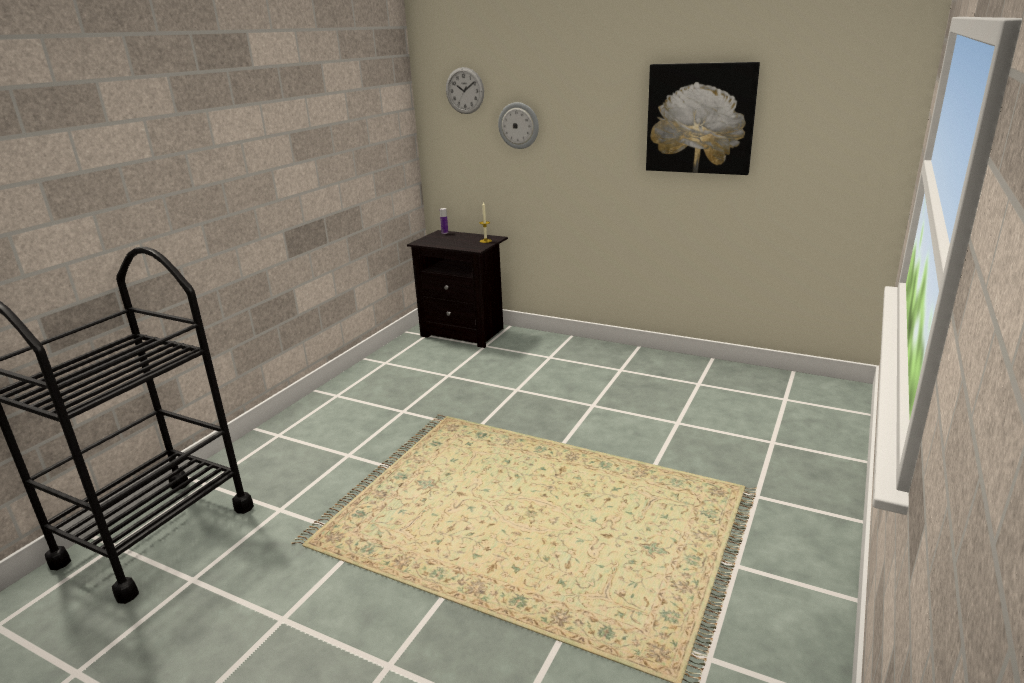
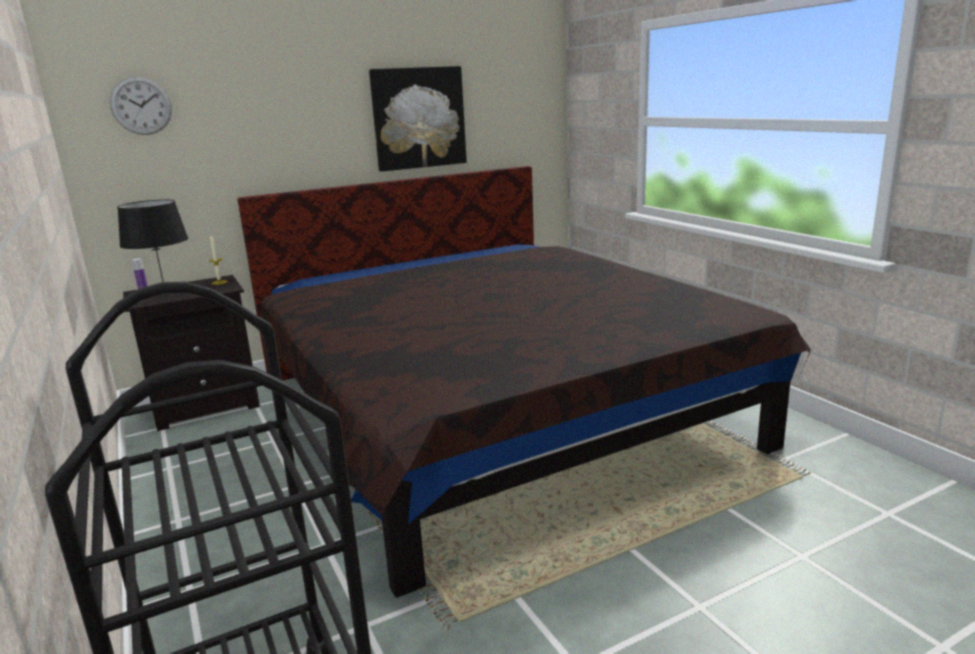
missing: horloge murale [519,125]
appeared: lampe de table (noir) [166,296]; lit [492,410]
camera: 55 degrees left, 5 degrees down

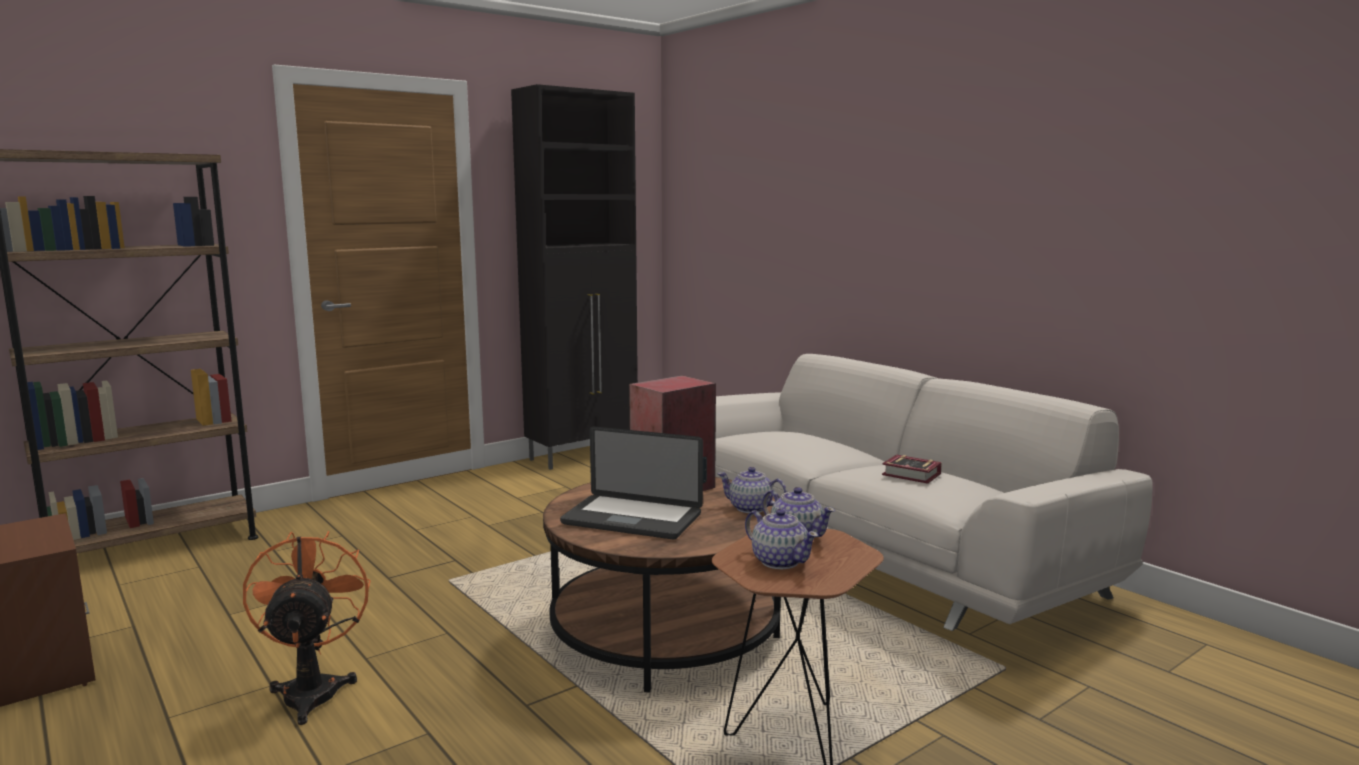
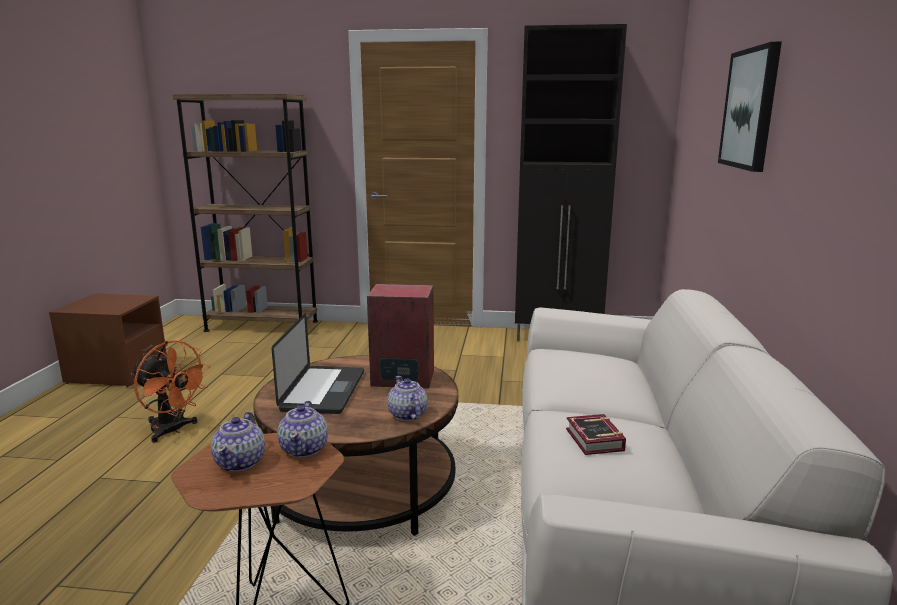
appeared: tableau [750,109]
spun: ventilateur (orange) [313,689] = [173,430] 90 degrees clockwise; ordinateur portable [632,519] = [323,391] 150 degrees counterclockwise
camera: 45 degrees right, 5 degrees up

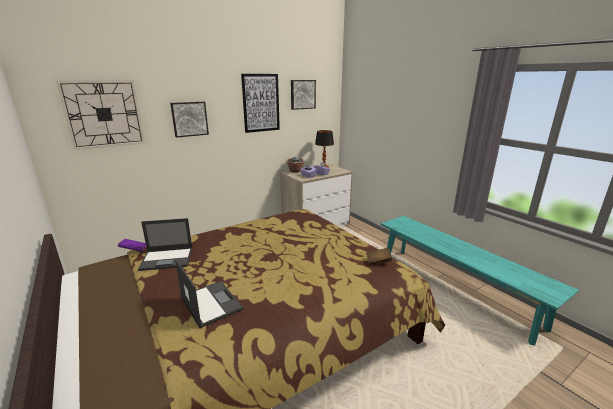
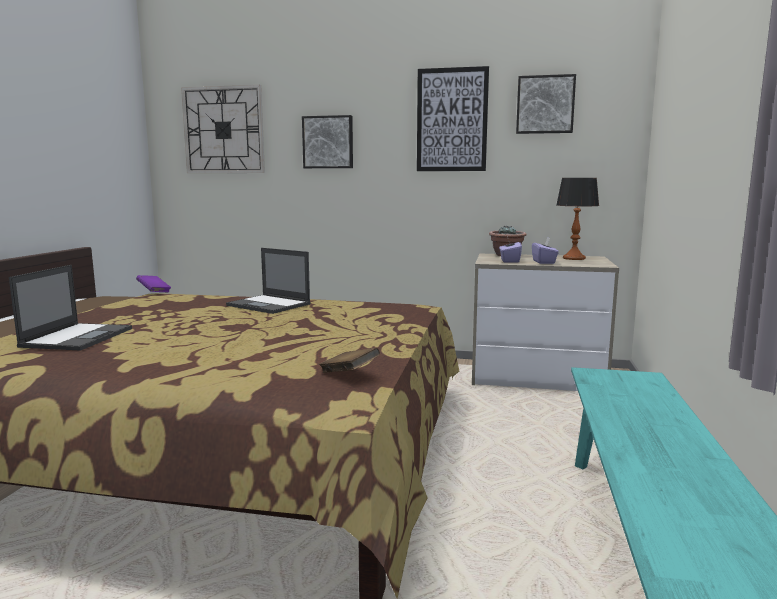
relocated: ordinateur portable [167,259] to [269,305]
camera: 45 degrees right, 10 degrees down

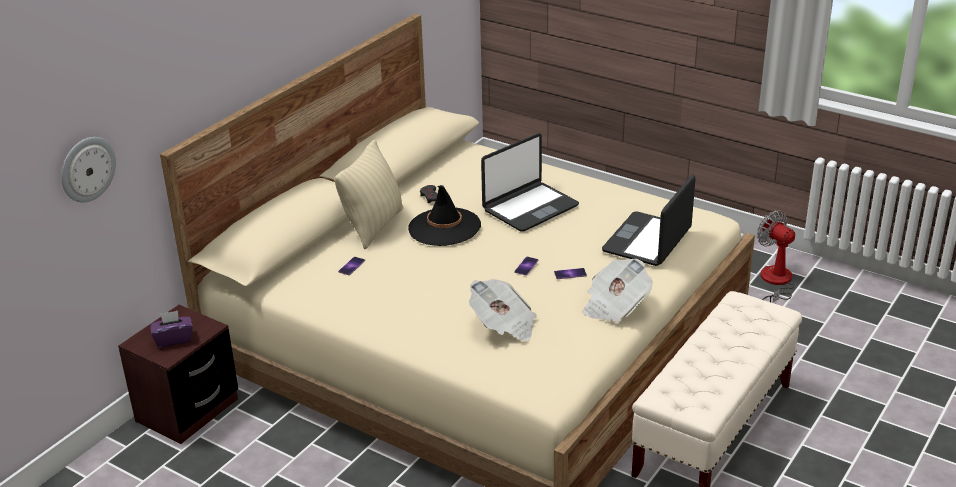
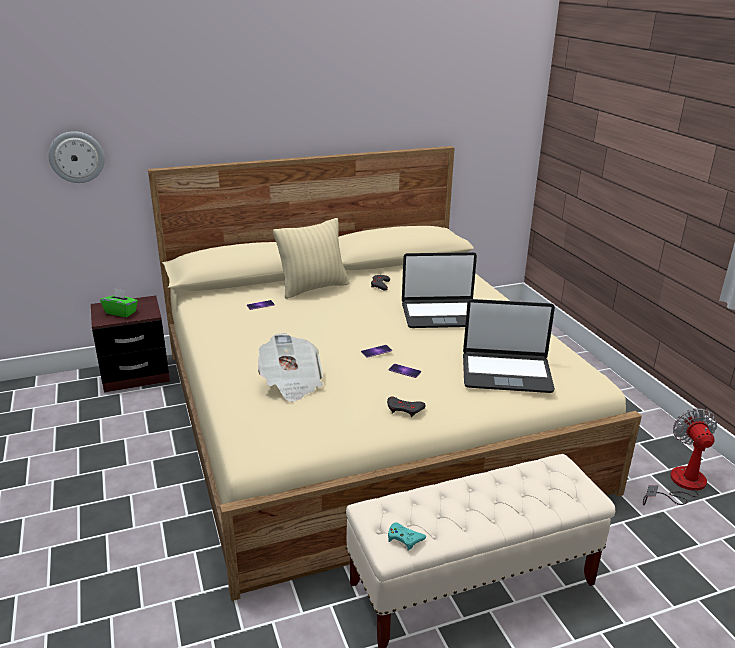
missing: chapeau (noir) [444,227]
appeared: manette (turquoise) [404,538]
exchanged: journal [614,306] to manette (gris) [404,409]
colour: boîte à mouchoirs (violet) [174,339] to boîte à mouchoirs (vert) [121,312]
spun: ordinateur portable [648,241] = [506,373] 150 degrees counterclockwise
camera: 35 degrees right, 5 degrees down

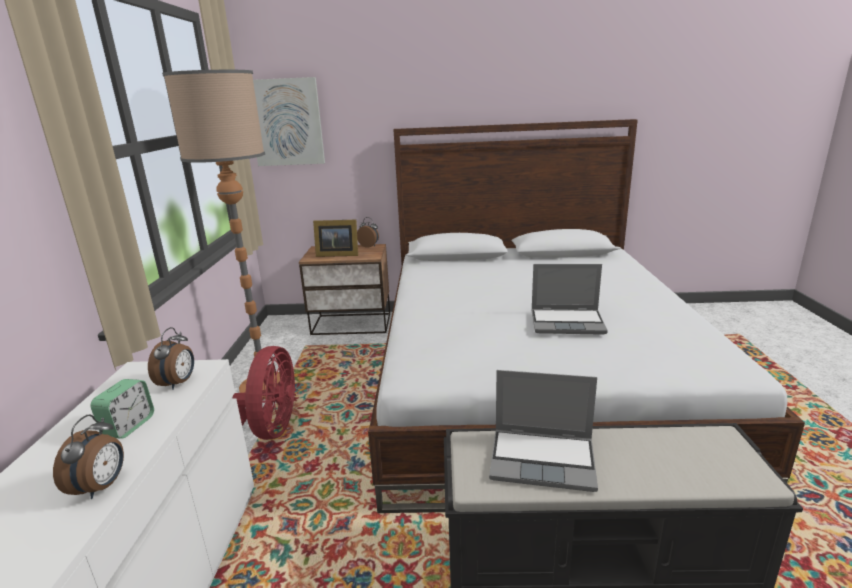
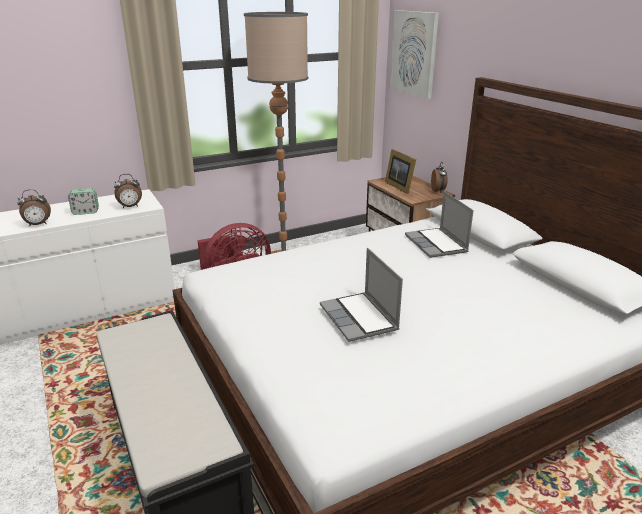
relocated: ordinateur portable [543,460] to [437,244]
camera: 60 degrees right, 5 degrees up

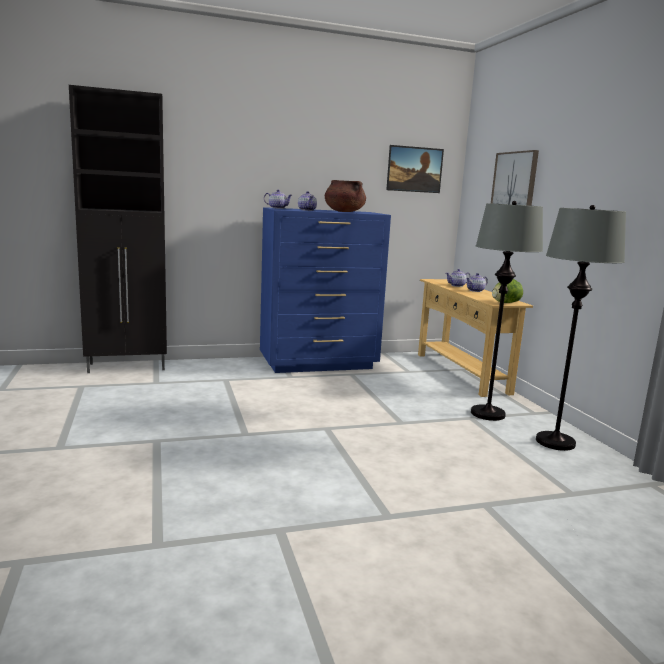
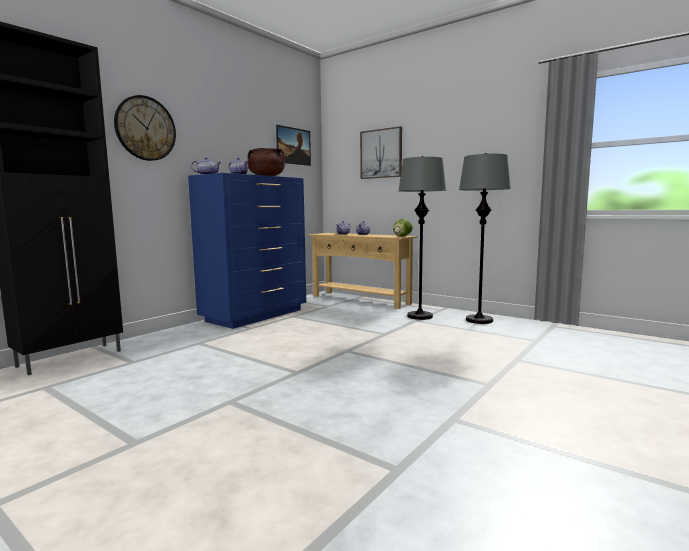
appeared: horloge murale [145,128]
camera: 35 degrees left, 5 degrees down

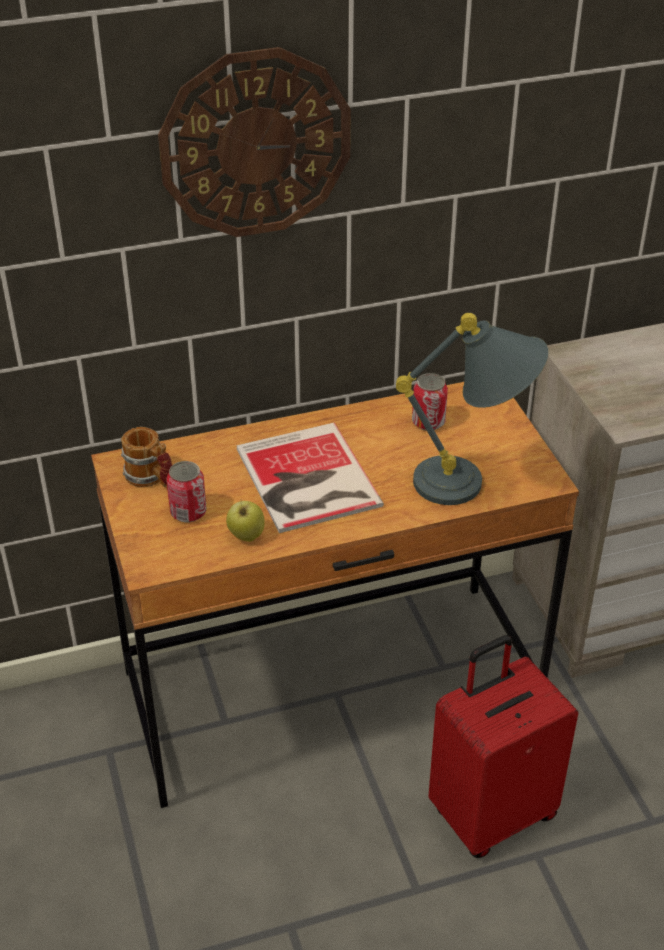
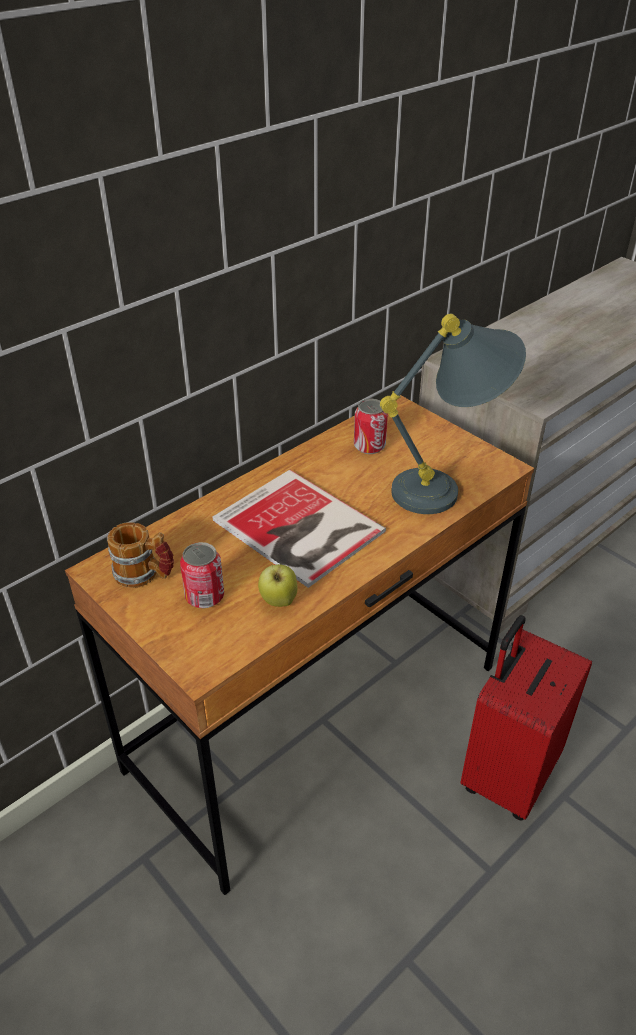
missing: horloge murale [255,144]
camera: 25 degrees left, 0 degrees up

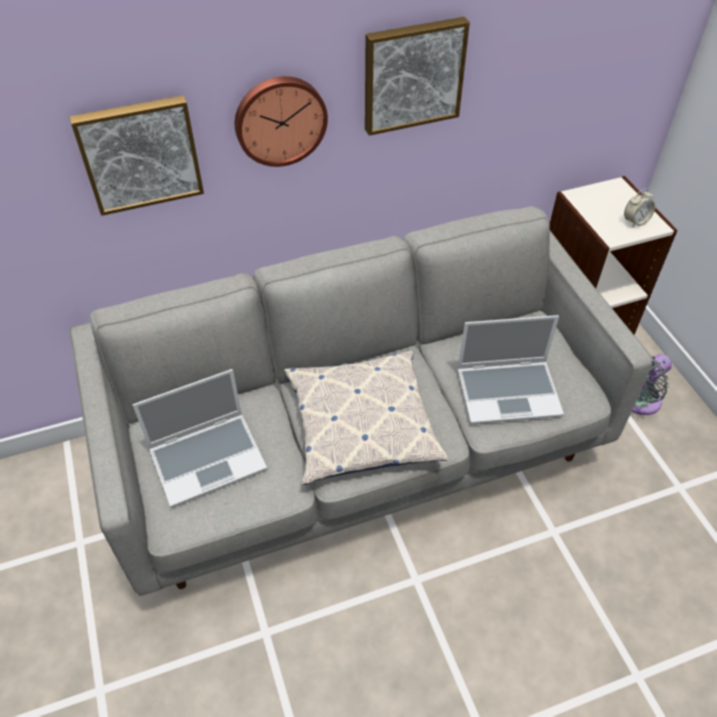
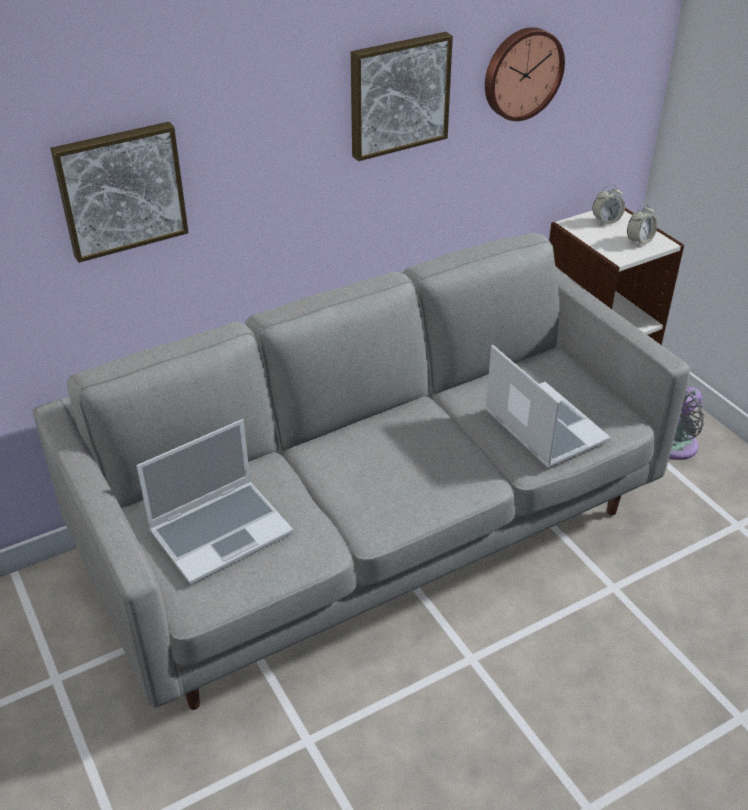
missing: coussin [361,424]
appeared: réveil [606,221]
relocated: horloge murale [280,120] to [521,73]
spun: ordinateur portable [509,392] = [542,426] 105 degrees counterclockwise
camera: 10 degrees left, 10 degrees down

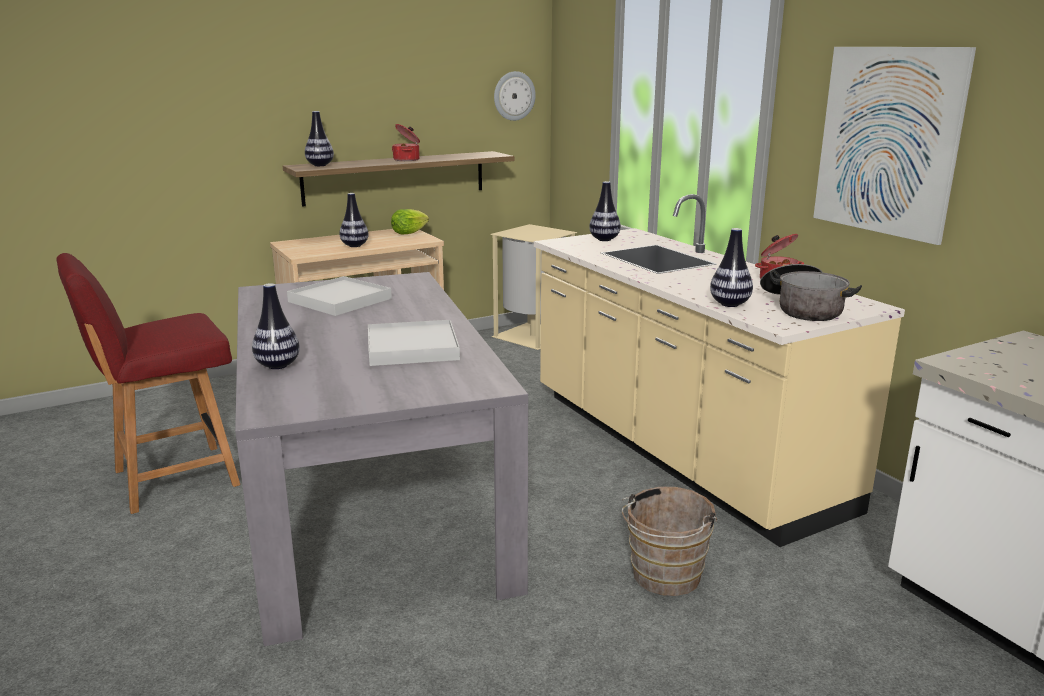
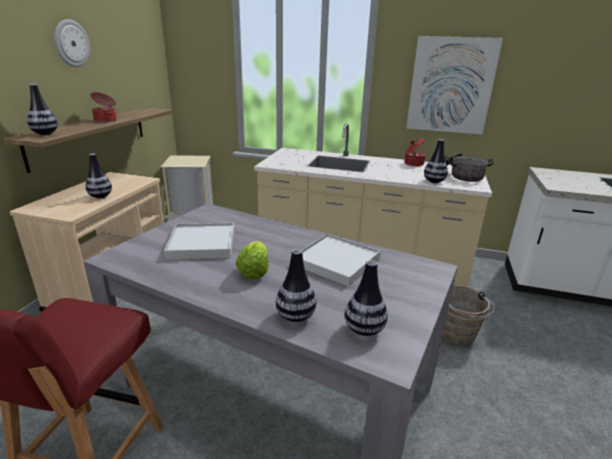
relocated: laitue [408,233] to [254,272]; horloge murale [514,96] to [71,43]; vase [604,239] to [364,329]
camera: 45 degrees left, 5 degrees up

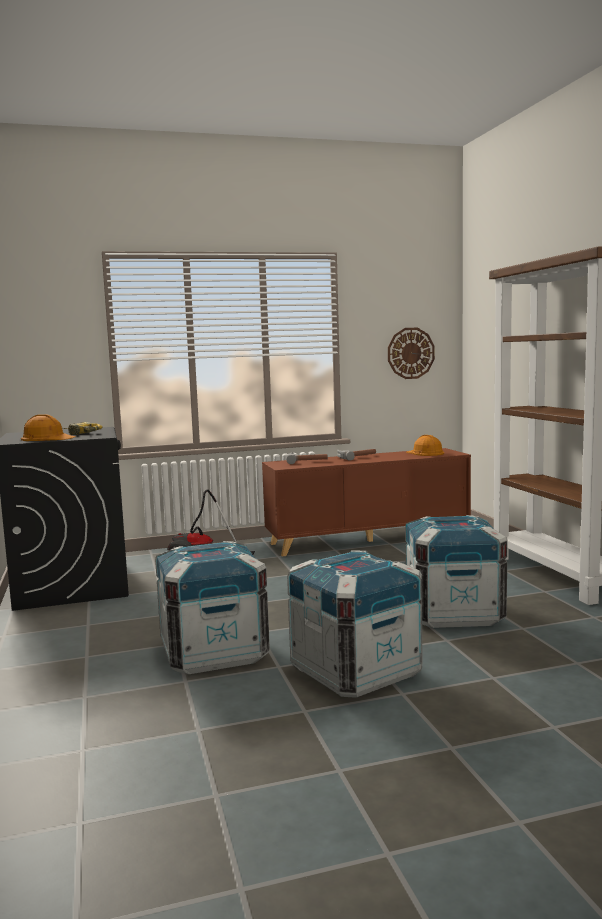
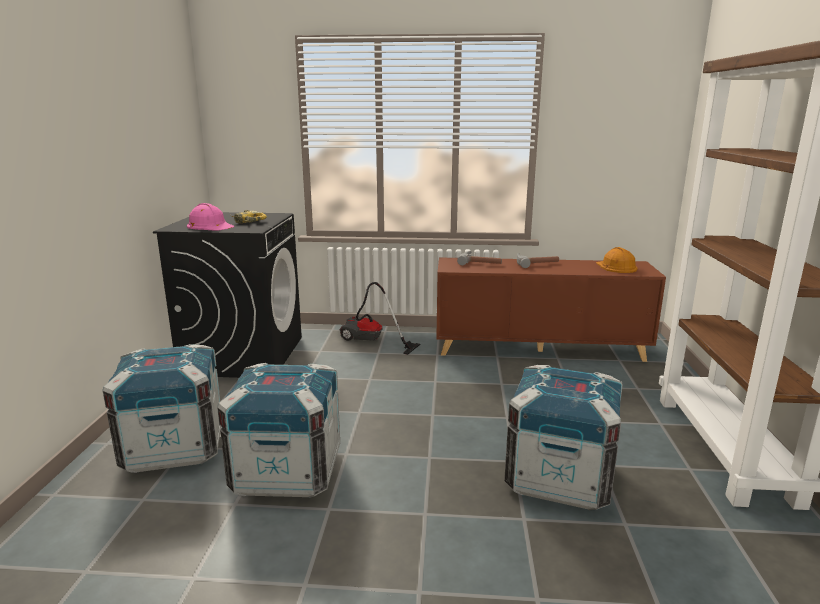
missing: horloge murale [410,353]
relocated: caisse [356,671] to [174,447]
colour: casque de chantier (orange) [47,438] to casque de chantier (rose) [210,226]
camera: 20 degrees right, 10 degrees up

